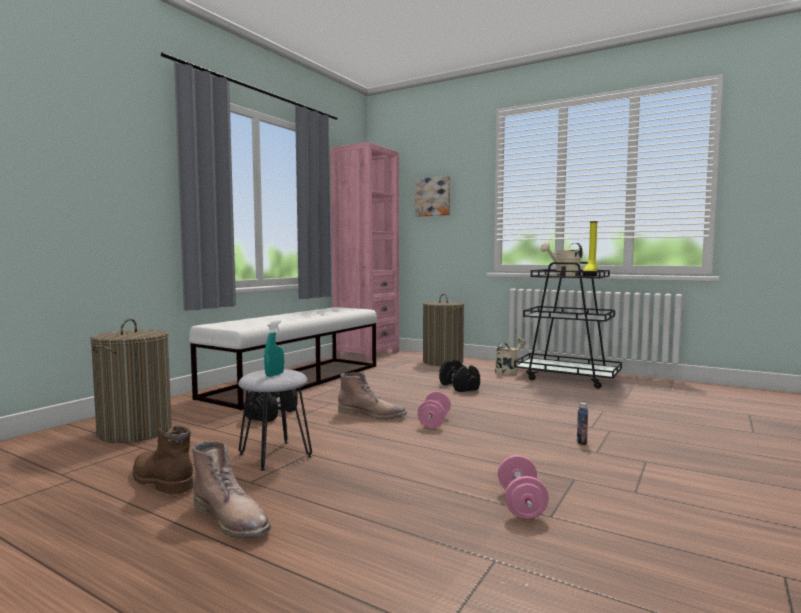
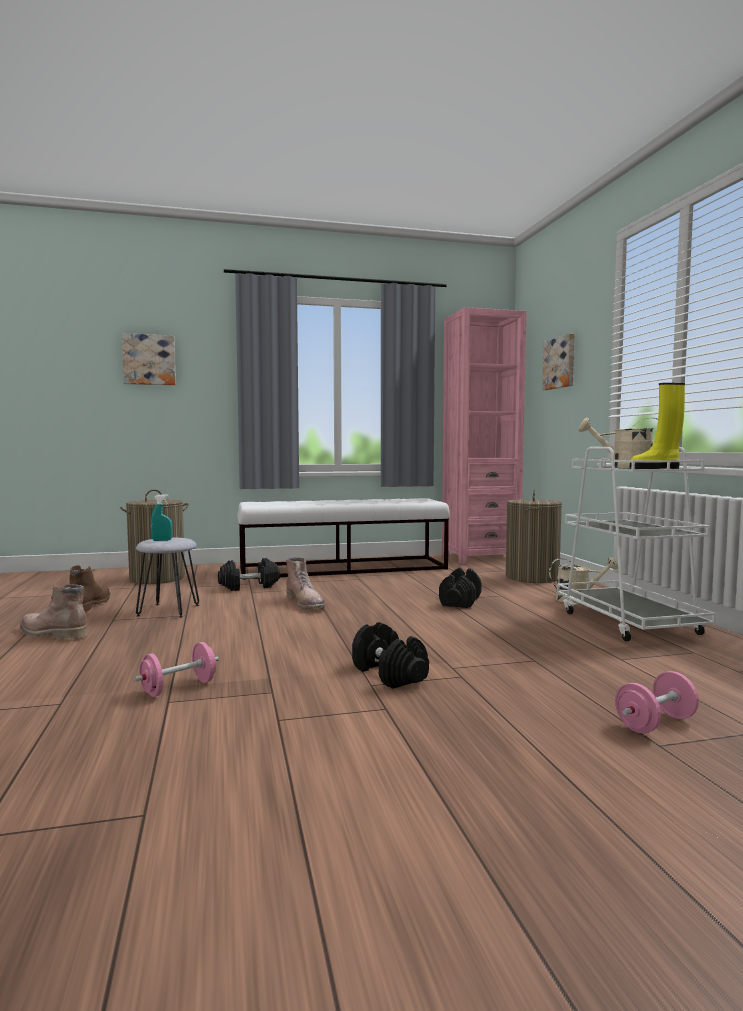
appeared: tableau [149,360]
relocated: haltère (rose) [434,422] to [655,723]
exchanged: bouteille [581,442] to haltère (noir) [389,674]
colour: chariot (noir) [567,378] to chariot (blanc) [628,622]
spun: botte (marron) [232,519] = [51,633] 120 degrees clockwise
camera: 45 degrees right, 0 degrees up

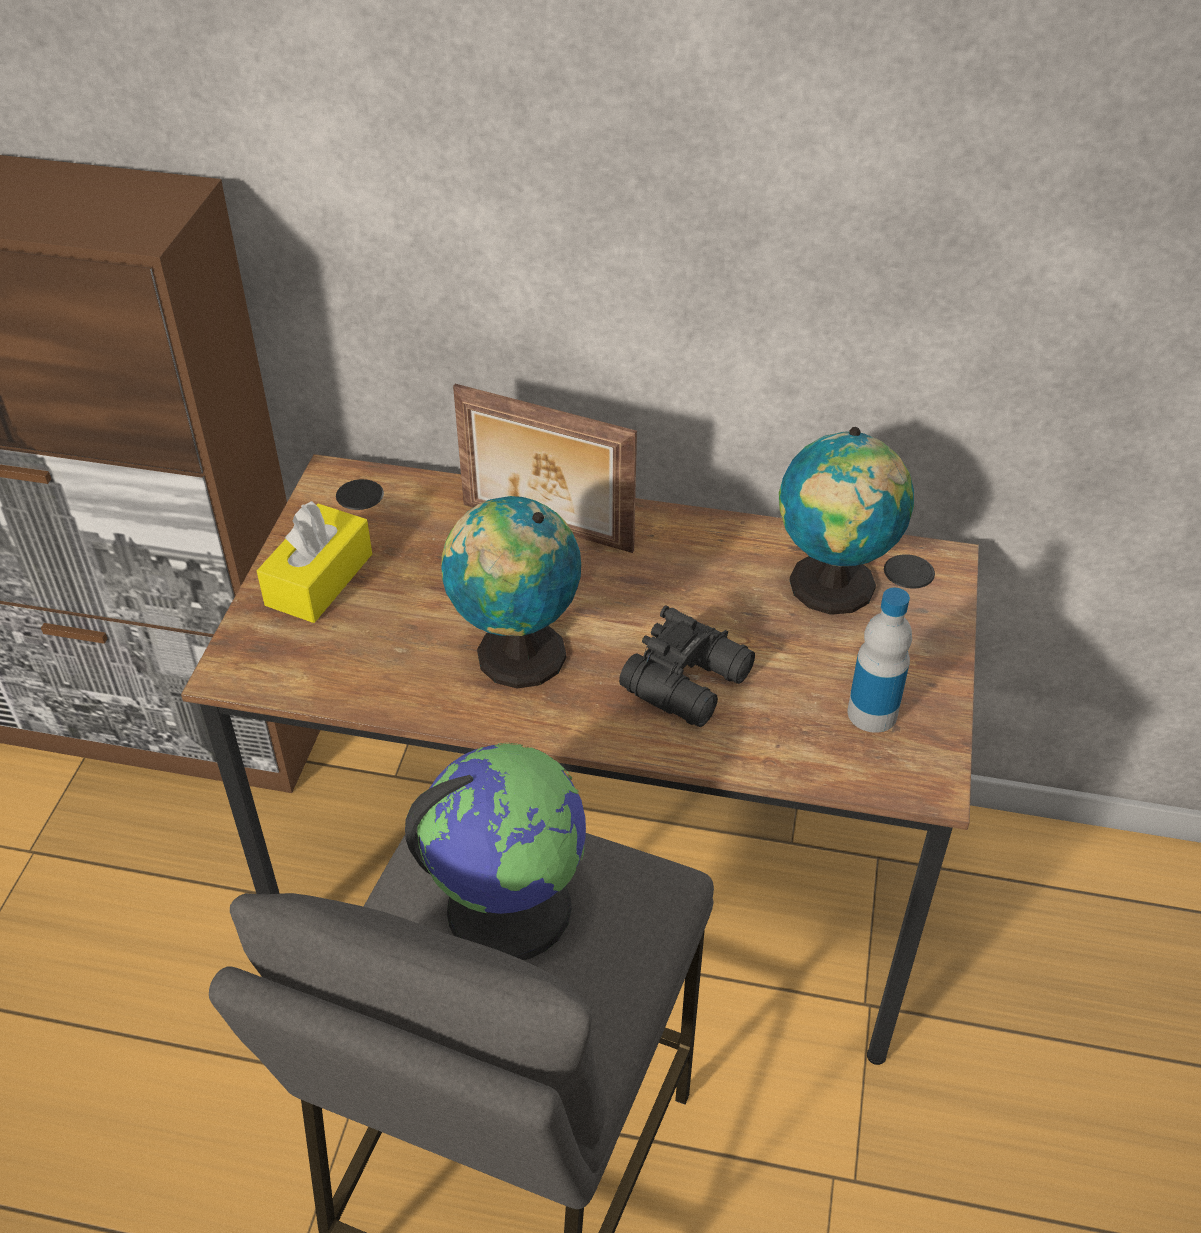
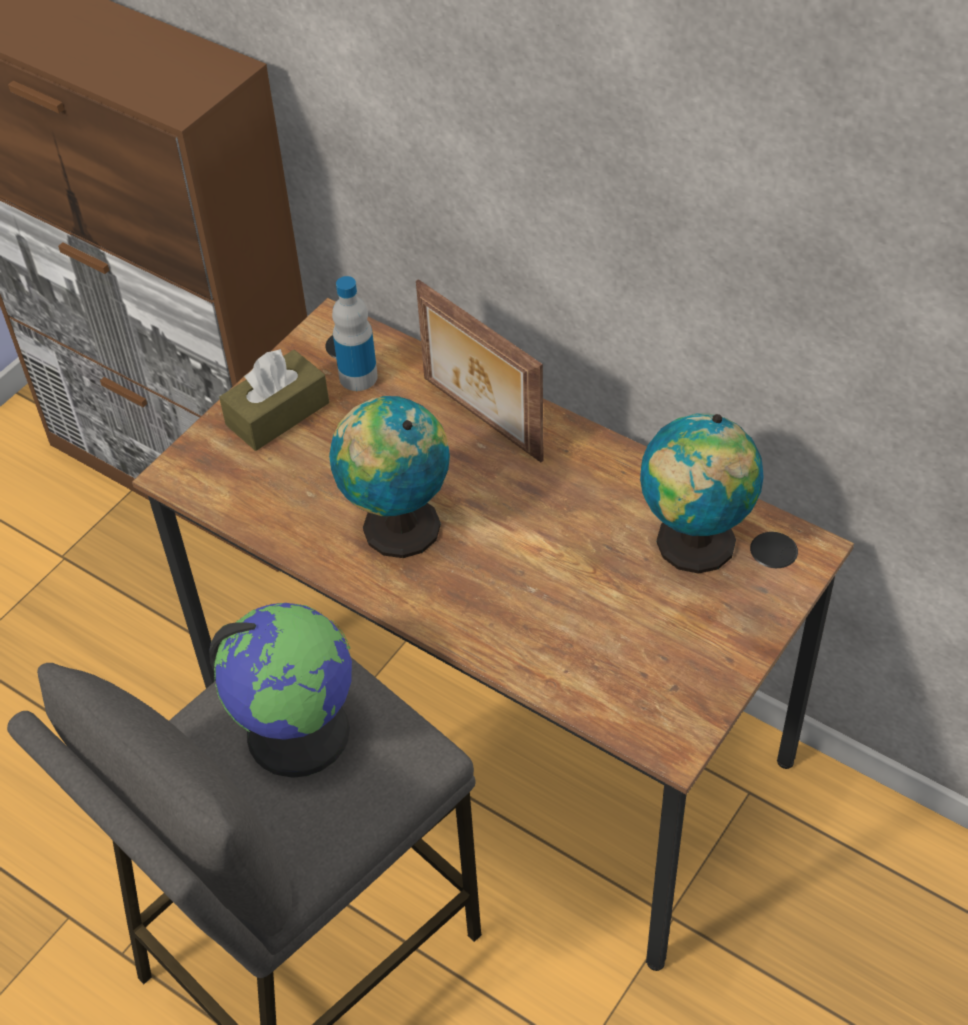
missing: jumelles (noir) [690,682]
relocated: bouteille [872,713] to [358,377]
colour: boîte à mouchoirs (jaune) [319,579] to boîte à mouchoirs (marron) [277,414]
camera: 25 degrees right, 5 degrees up

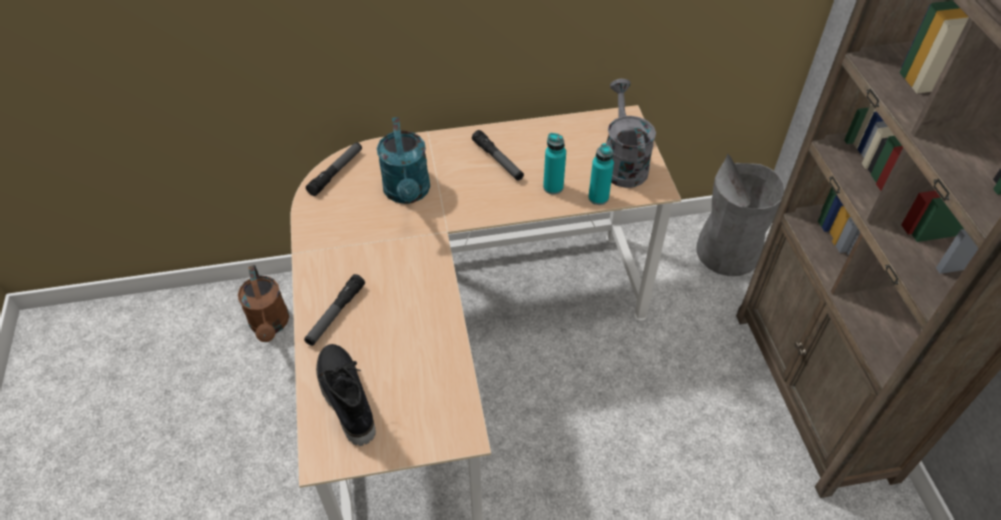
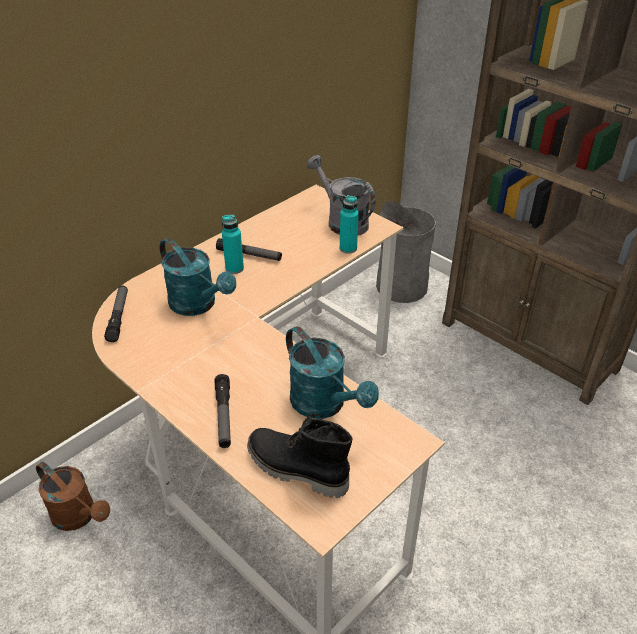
appeared: arrosoir (turquoise) [325,405]
relocated: bouteille (turquoise) [553,187] to [234,268]
camera: 35 degrees left, 10 degrees down

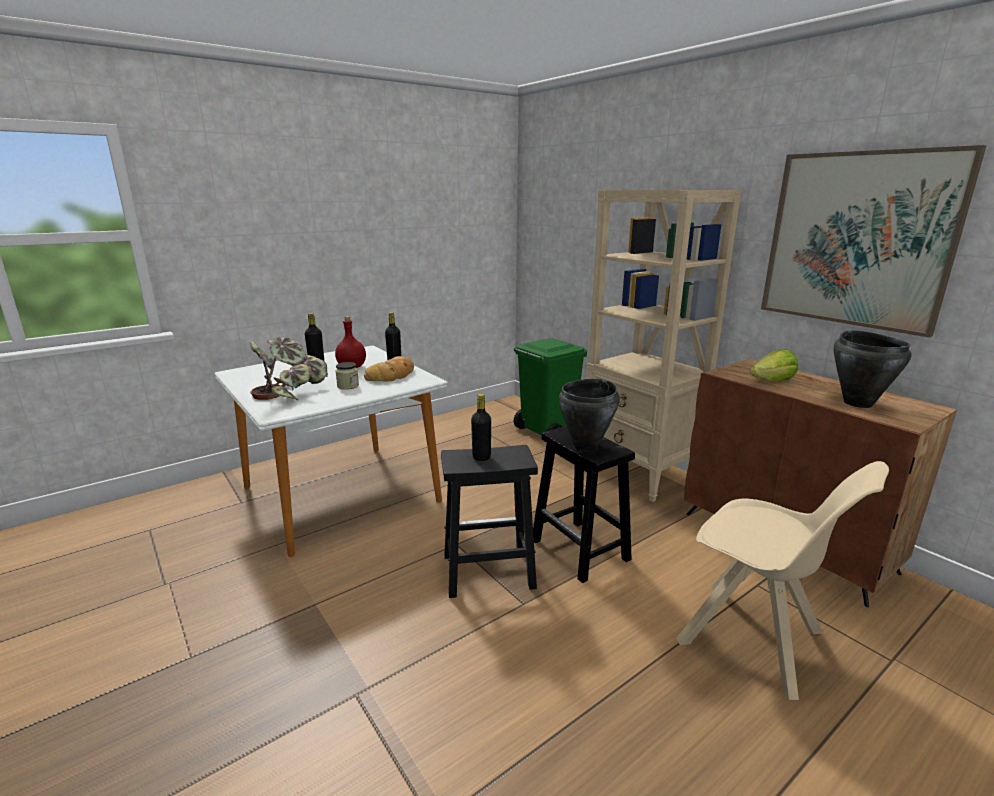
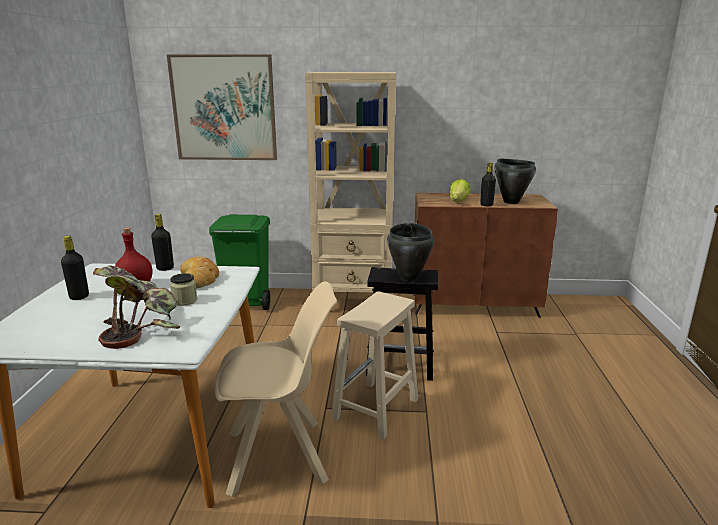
relocated: bouteille (noir) [481,457] to [486,205]; chaise (beige) [754,639] to [280,456]; tableau [857,240] to [224,108]
colour: tabouret (noir) [487,571] to tabouret (beige) [375,410]
camera: 50 degrees left, 0 degrees up

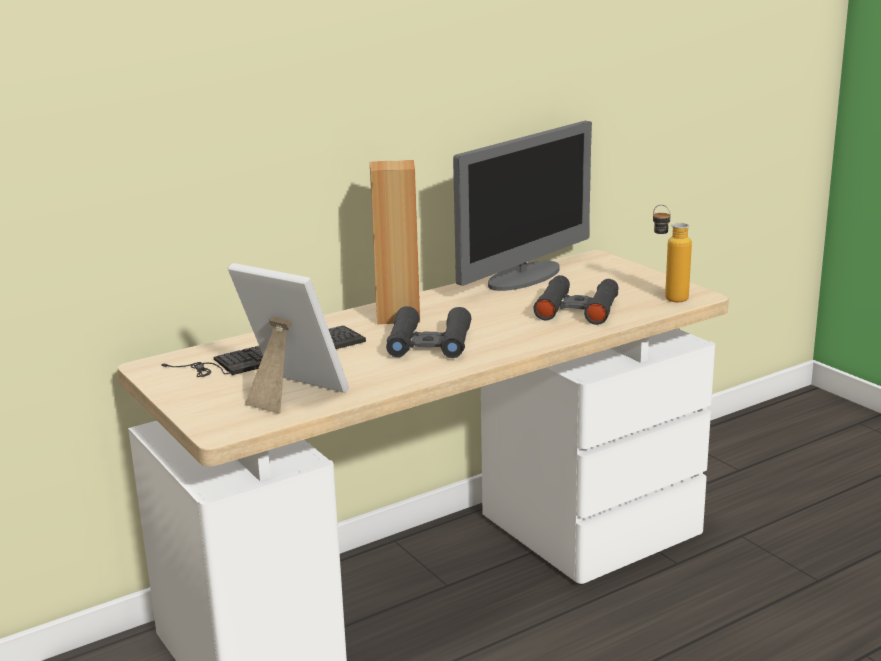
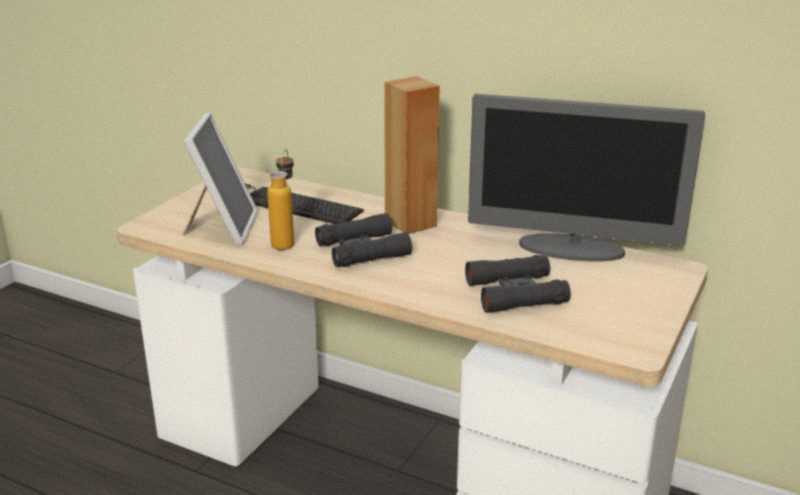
relocated: bouteille [668,297] to [285,241]
camera: 60 degrees right, 5 degrees up

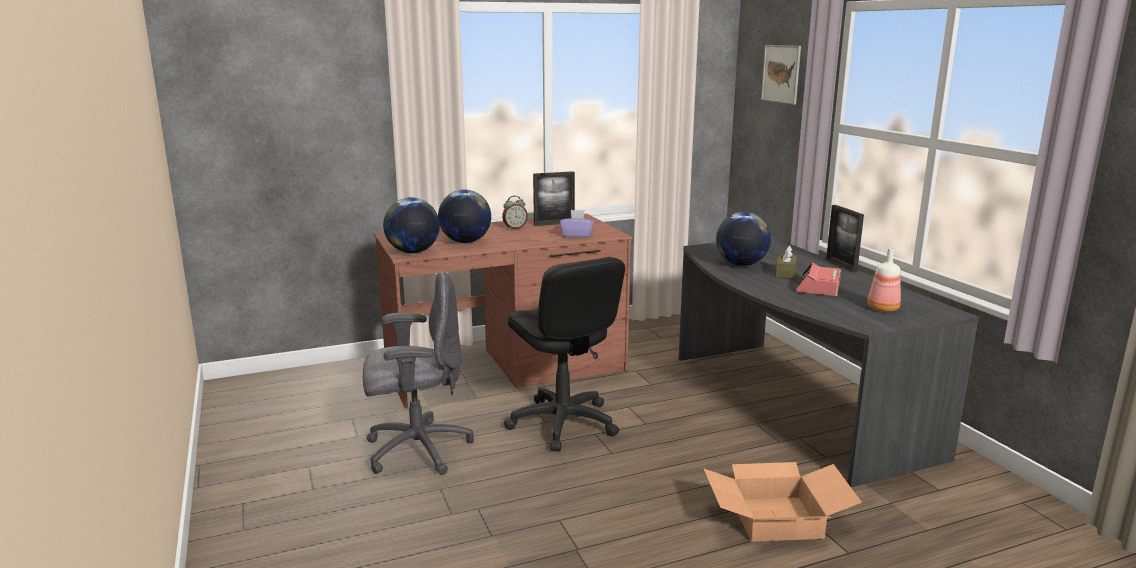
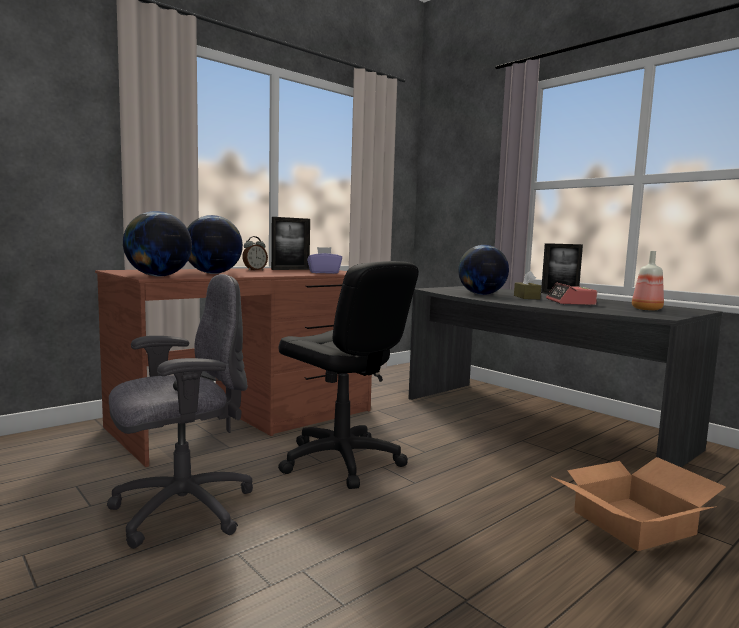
missing: tableau [781,74]
camera: 20 degrees left, 10 degrees down

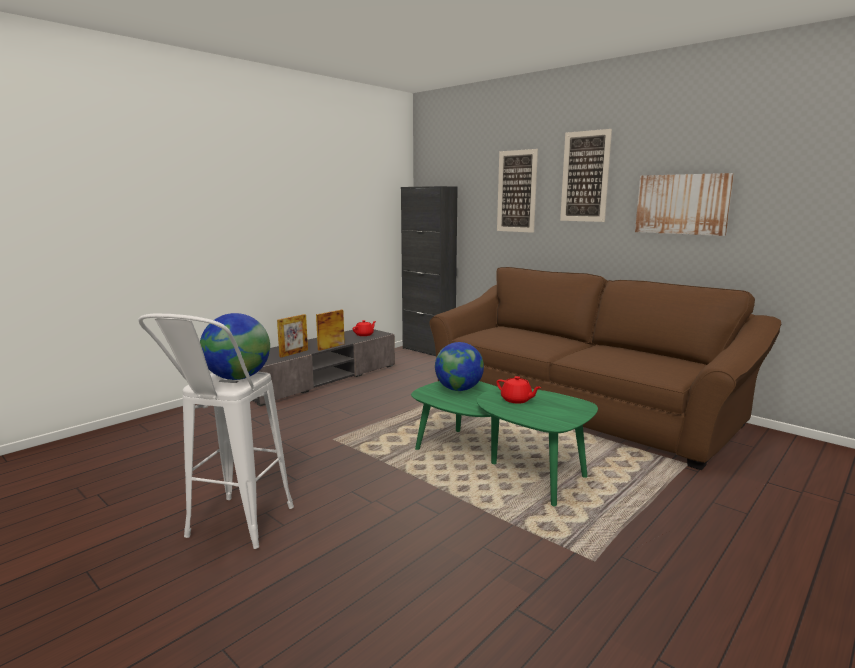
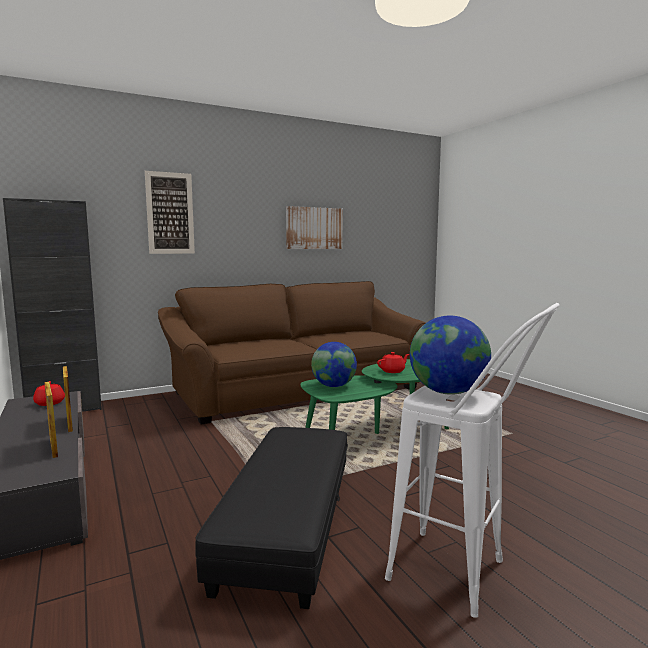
missing: tableau [585,176]
appeared: pouf (noir) [288,524]
camera: 70 degrees left, 5 degrees down

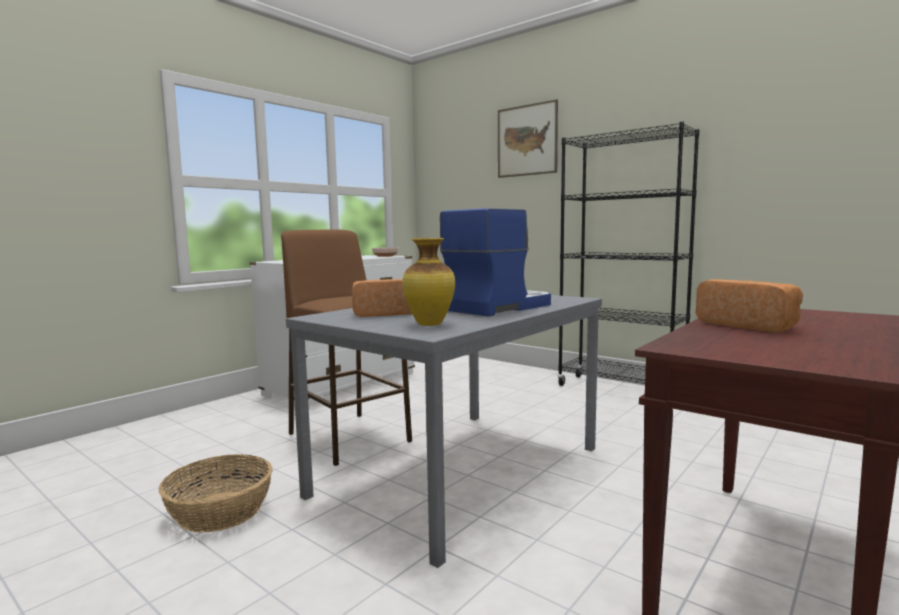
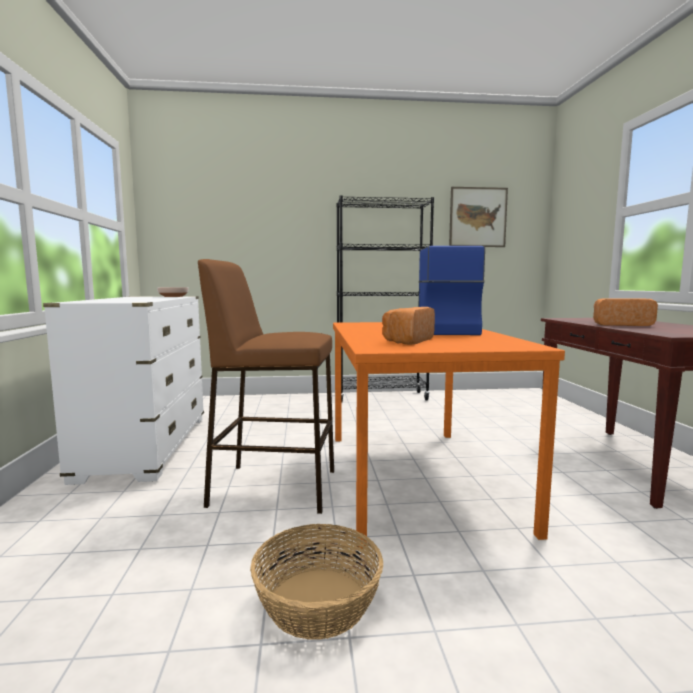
missing: vase [429,325]
relocated: tableau [527,140] to [478,217]
colour: table à manger (gris) [461,472] to table à manger (orange) [417,477]
camera: 45 degrees left, 0 degrees up

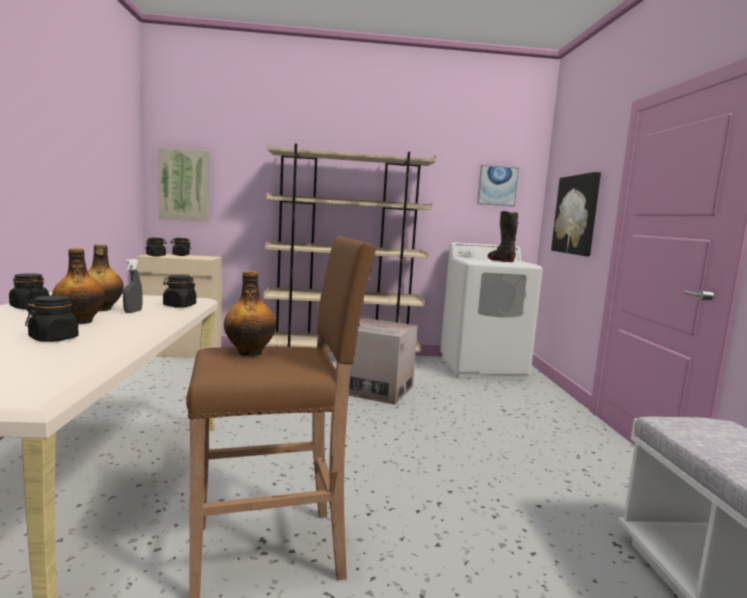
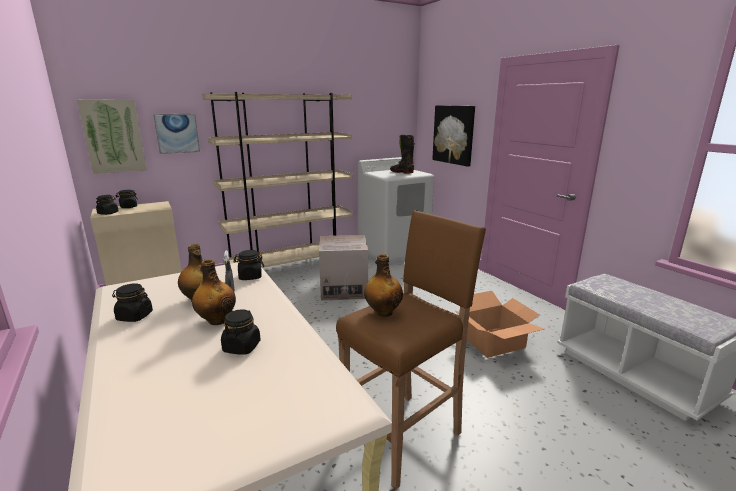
appeared: carton [494,342]
relocated: tableau [497,186] to [177,133]
camera: 25 degrees left, 10 degrees up

